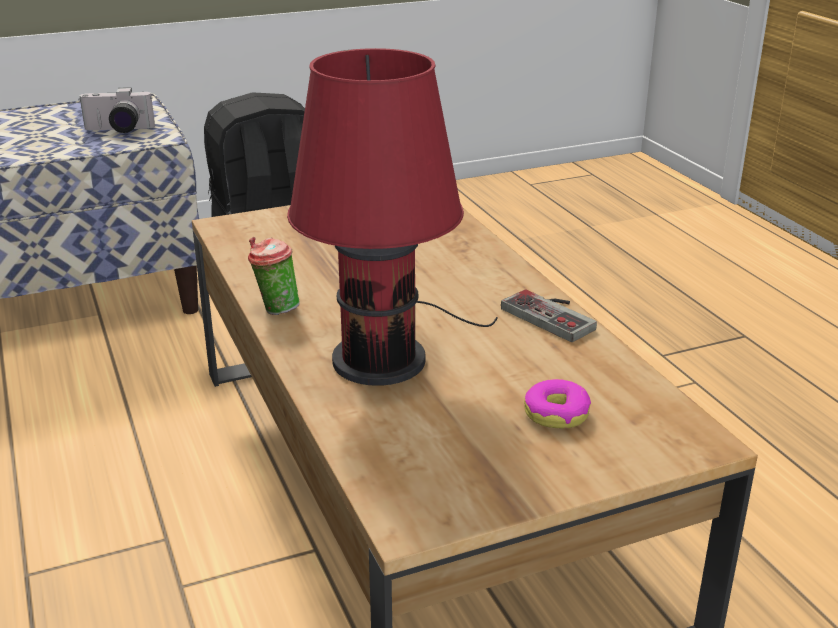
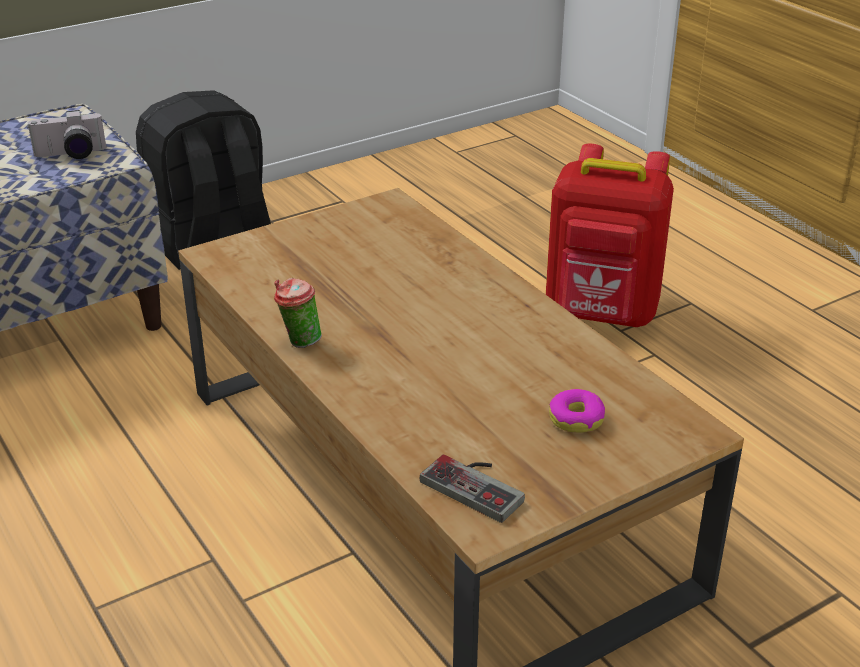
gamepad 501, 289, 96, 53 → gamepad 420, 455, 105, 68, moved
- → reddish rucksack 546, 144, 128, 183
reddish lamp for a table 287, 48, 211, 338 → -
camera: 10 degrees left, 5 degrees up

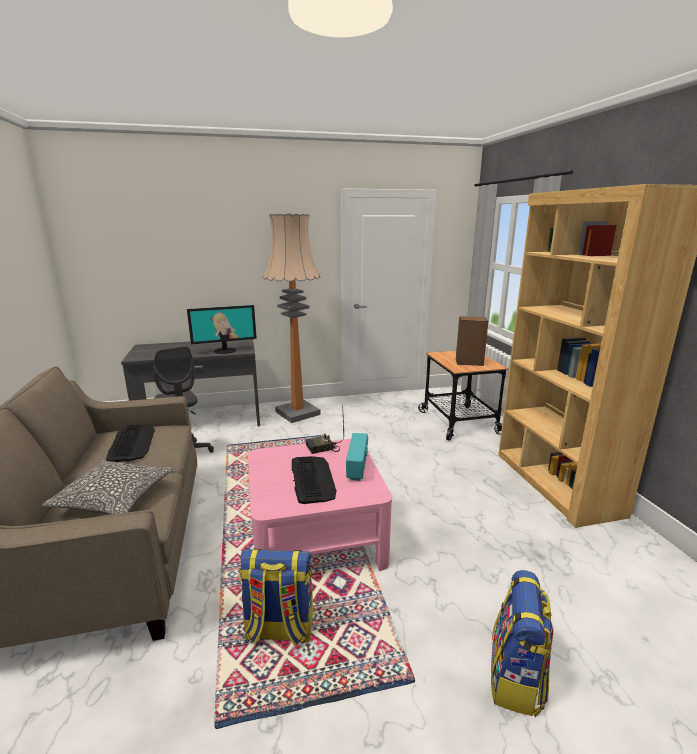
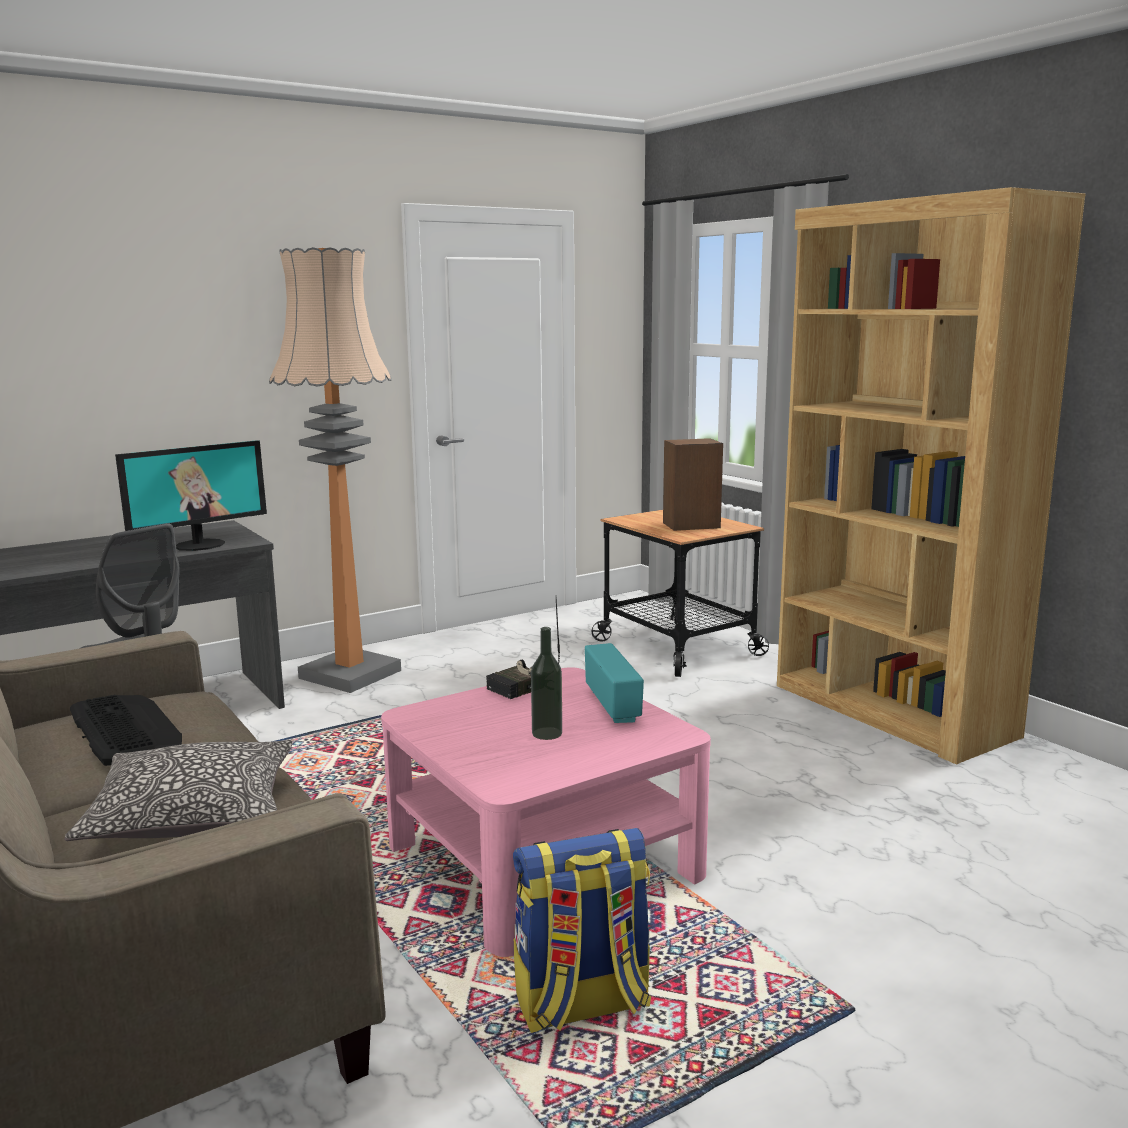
keyboard 292, 456, 45, 48 → beverage bottle 531, 627, 31, 113
rucksack 491, 570, 62, 147 → -
camera: 20 degrees left, 5 degrees down

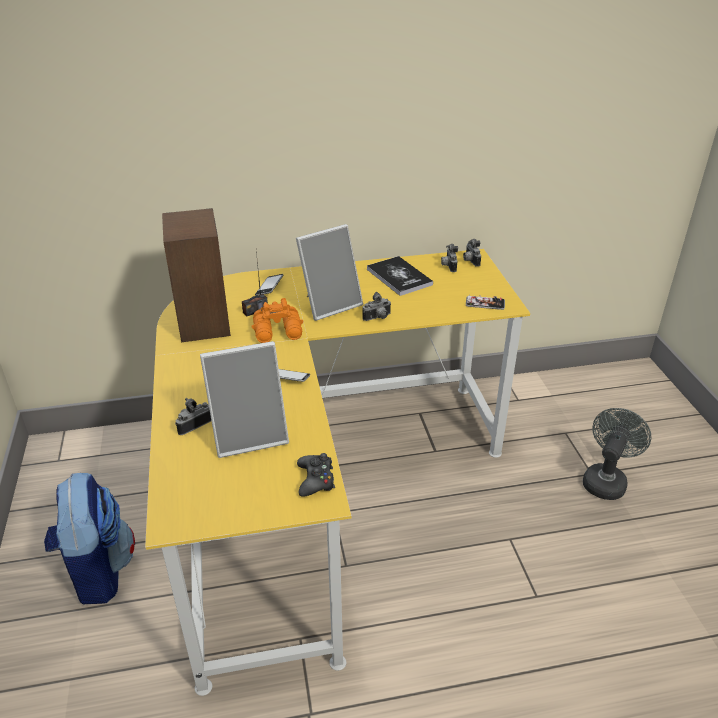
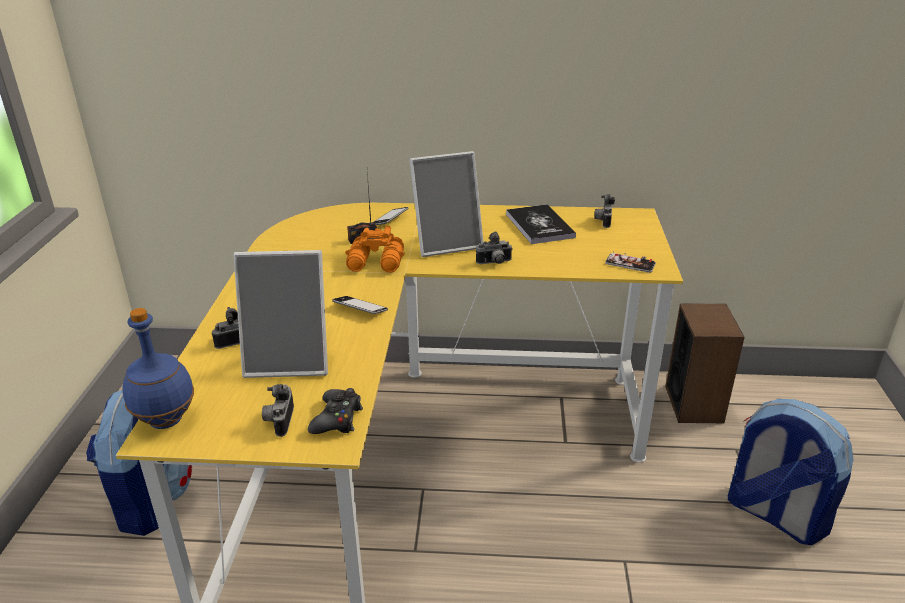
- → blue beverage bottle 122, 308, 72, 121
photo camera 463, 239, 18, 28 → photo camera 262, 384, 32, 53, moved
audio speaker 162, 208, 69, 134 → audio speaker 665, 303, 80, 120, moved
gray cooling fan 583, 408, 68, 92 → rucksack 727, 399, 127, 146
camera: 15 degrees right, 5 degrees down

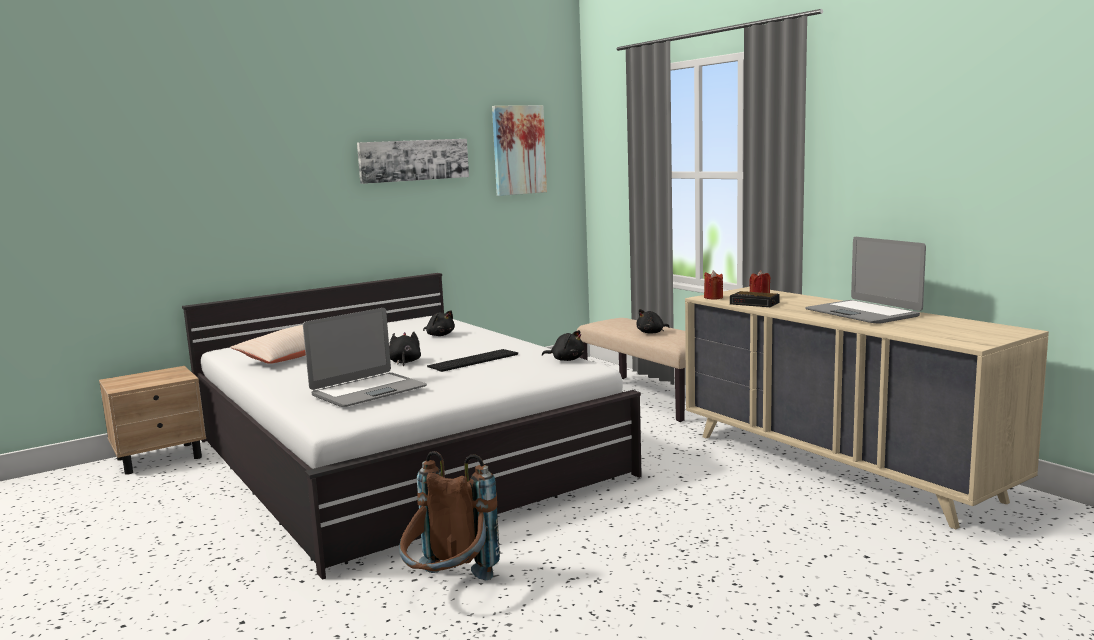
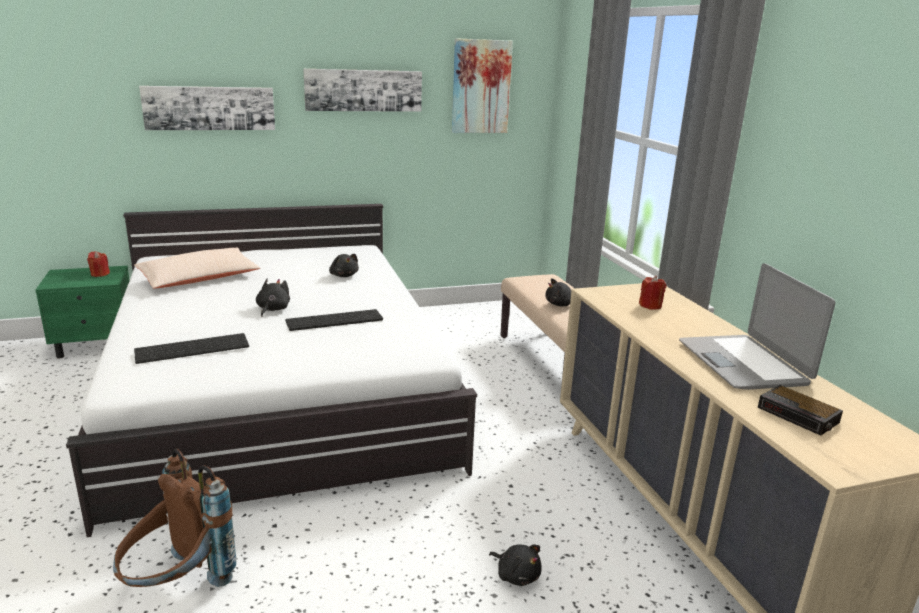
sand-coloured night table 99, 366, 107, 109 → green night table 35, 266, 95, 92
reddish wax light 704, 271, 19, 28 → reddish wax light 87, 251, 23, 26, moved
laptop 303, 308, 124, 99 → keyboard 134, 333, 115, 31
- → picture 139, 86, 136, 44
black-coloured plush toy 542, 330, 42, 31 → black-coloured plush toy 489, 544, 53, 42, moved
alarm clock 730, 291, 50, 16 → alarm clock 758, 385, 85, 50, moved
camera: 15 degrees right, 10 degrees up

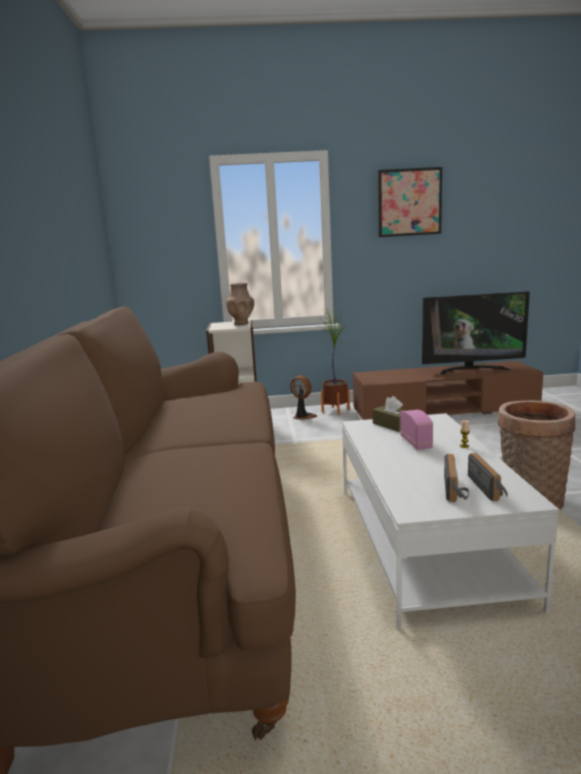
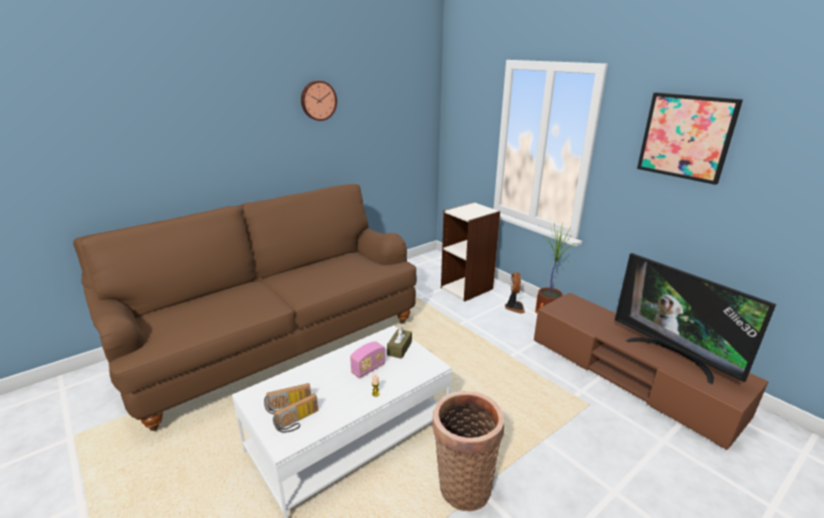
- → clock on the wall 301, 81, 36, 40
brownish decorative vase 226, 283, 28, 42 → -
camera: 55 degrees right, 10 degrees up

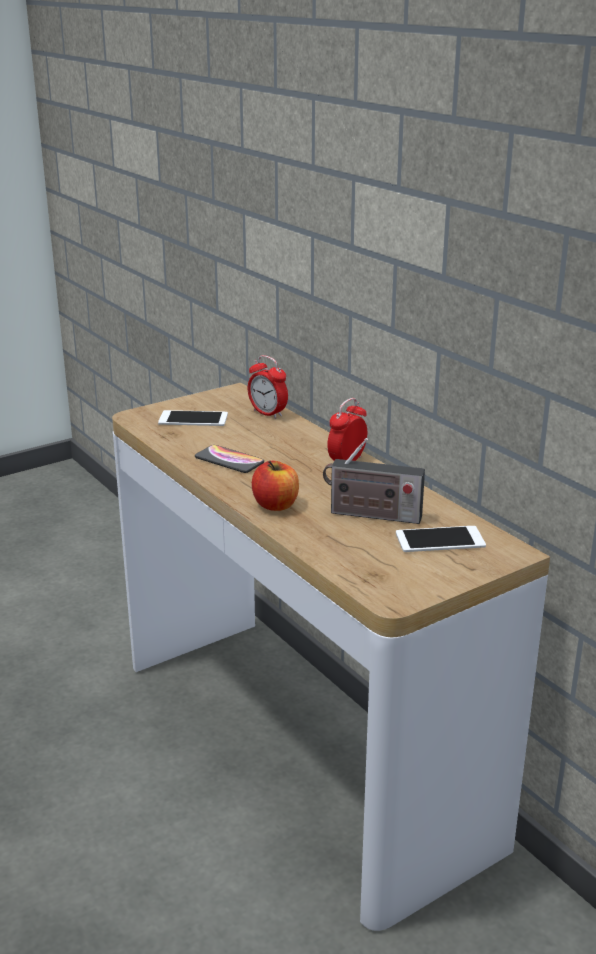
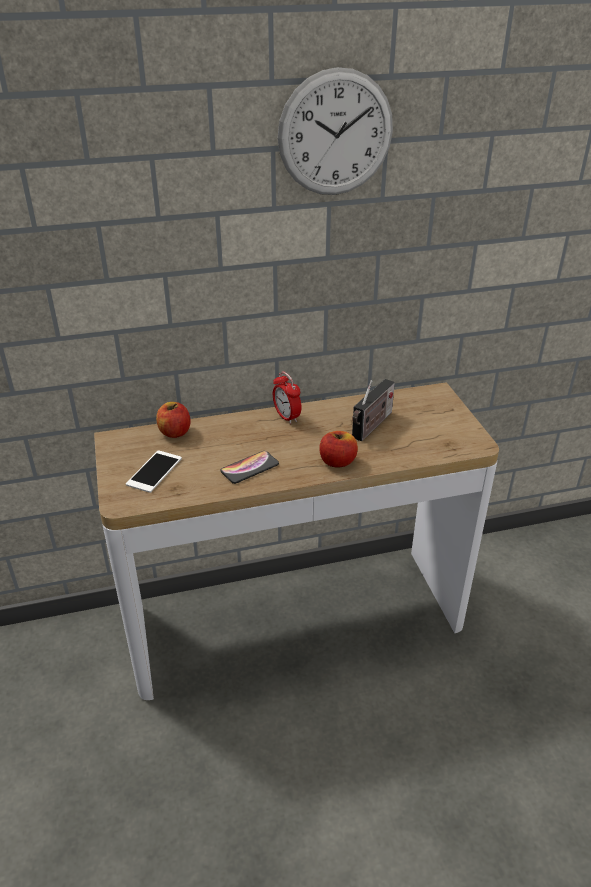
alarm clock 248, 355, 40, 64 → apple fruit 156, 402, 34, 36
- → clock on the wall 277, 67, 116, 128
handset 396, 526, 90, 26 → -
camera: 70 degrees left, 10 degrees up

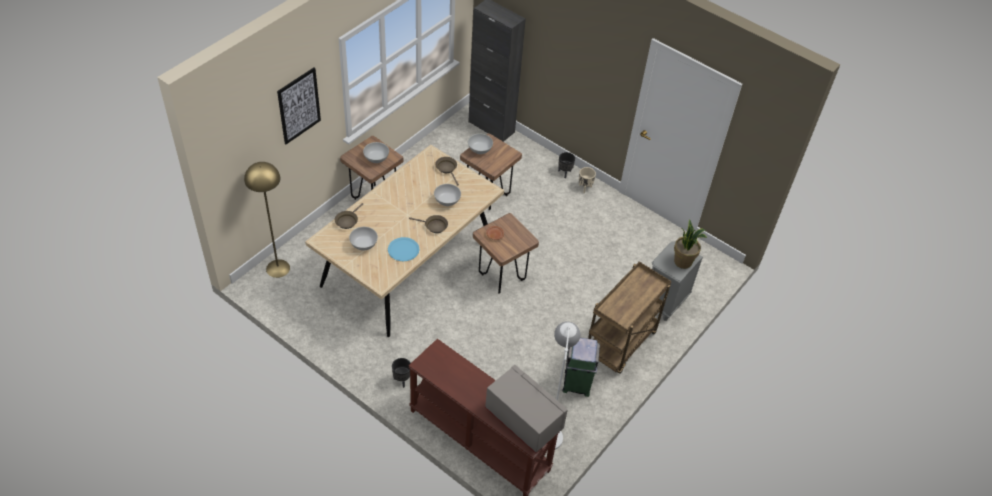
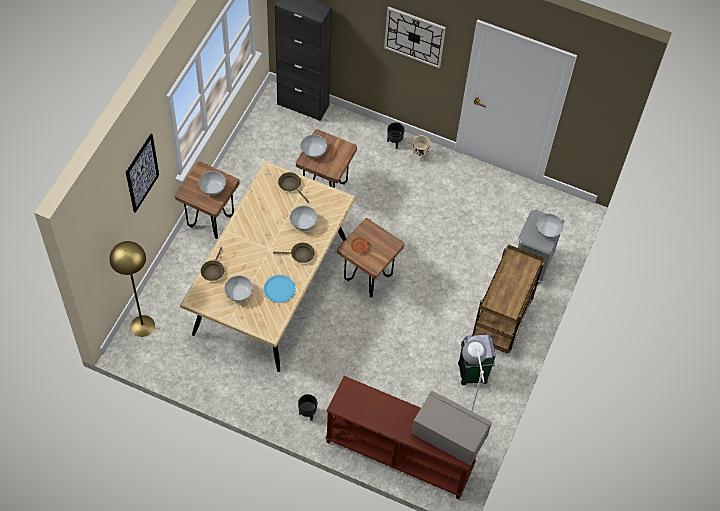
- → clock on the wall 384, 6, 62, 62
potted plant 674, 219, 33, 50 → white serving bowl 536, 214, 28, 24
camera: 15 degrees left, 10 degrees up

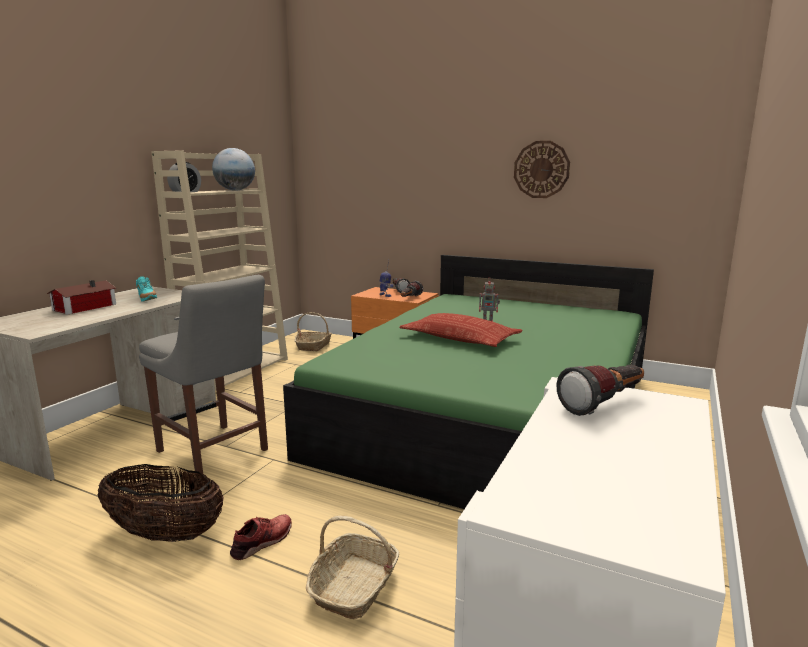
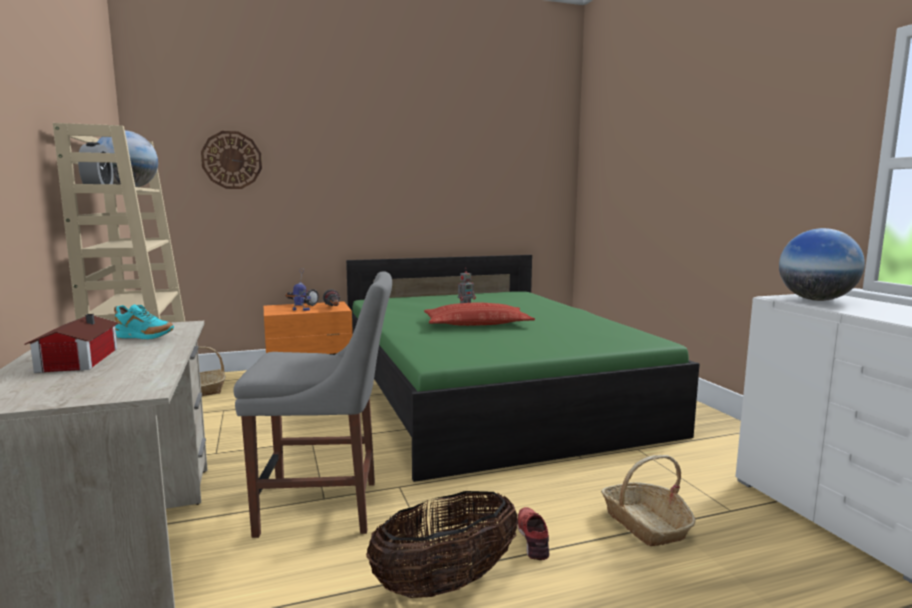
clock on the wall 514, 141, 56, 57 → clock on the wall 201, 131, 61, 58, moved
flashlight 556, 365, 88, 51 → desk globe 779, 228, 86, 73
camera: 45 degrees left, 5 degrees down

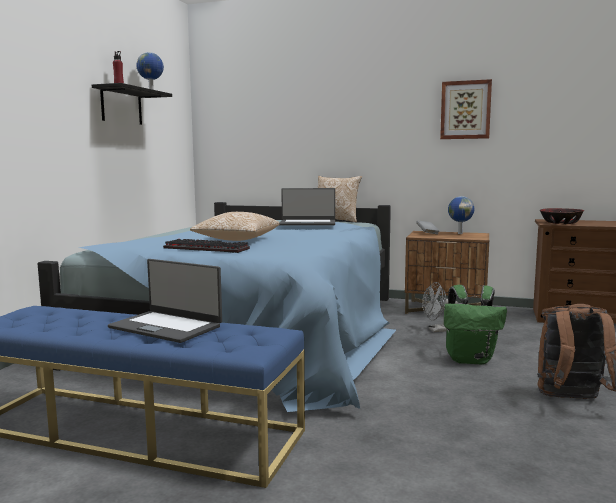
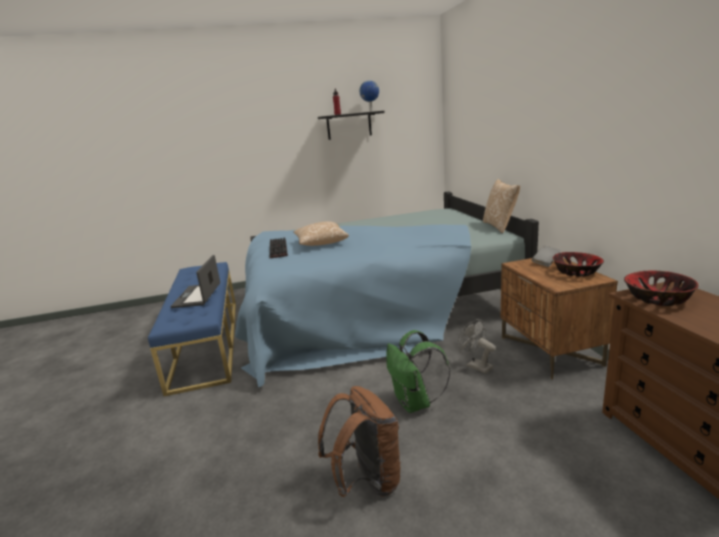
desk globe 448, 196, 26, 38 → serving bowl 553, 252, 51, 25
laptop 279, 188, 56, 38 → -
picture 440, 79, 52, 60 → -
camera: 60 degrees right, 10 degrees up

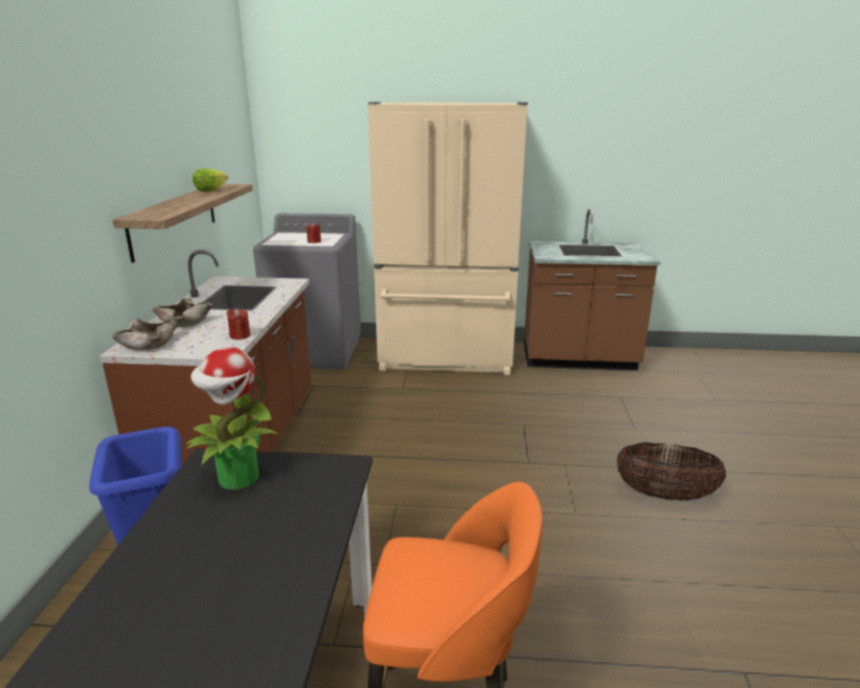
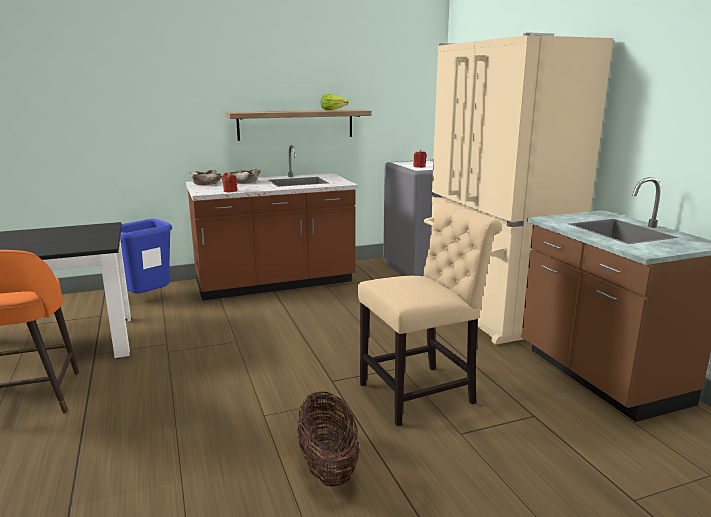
- → sand-coloured chair 358, 203, 144, 223
potted plant 184, 347, 94, 143 → -
camera: 65 degrees right, 5 degrees down

